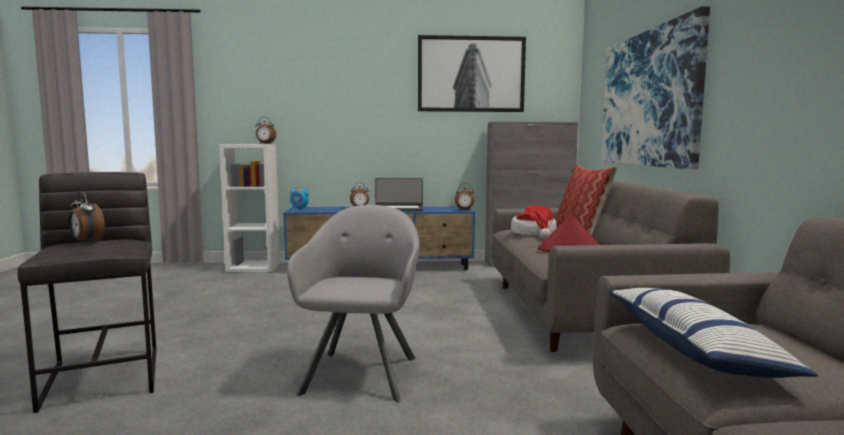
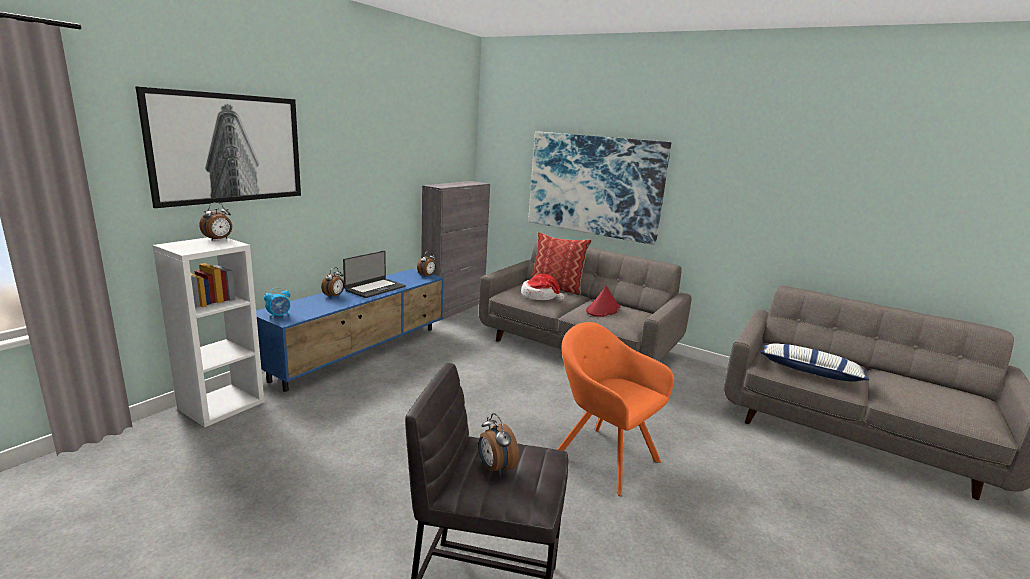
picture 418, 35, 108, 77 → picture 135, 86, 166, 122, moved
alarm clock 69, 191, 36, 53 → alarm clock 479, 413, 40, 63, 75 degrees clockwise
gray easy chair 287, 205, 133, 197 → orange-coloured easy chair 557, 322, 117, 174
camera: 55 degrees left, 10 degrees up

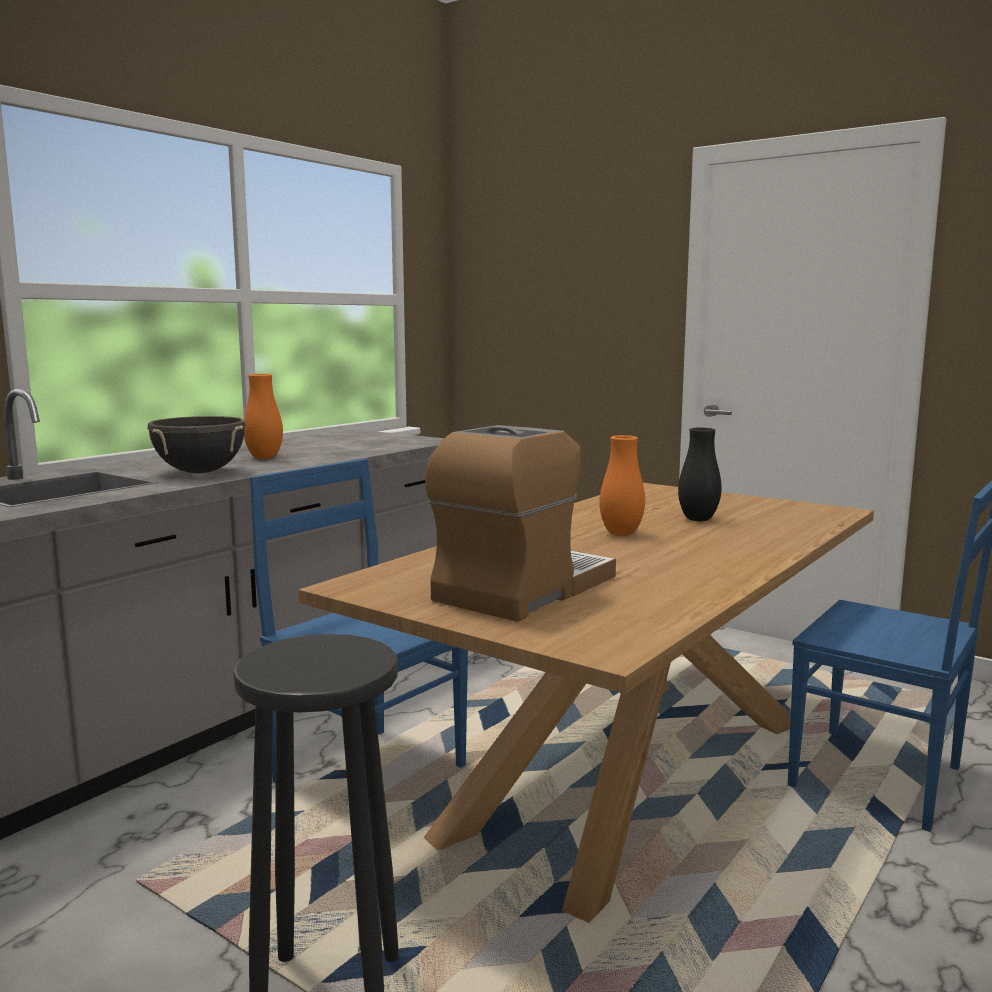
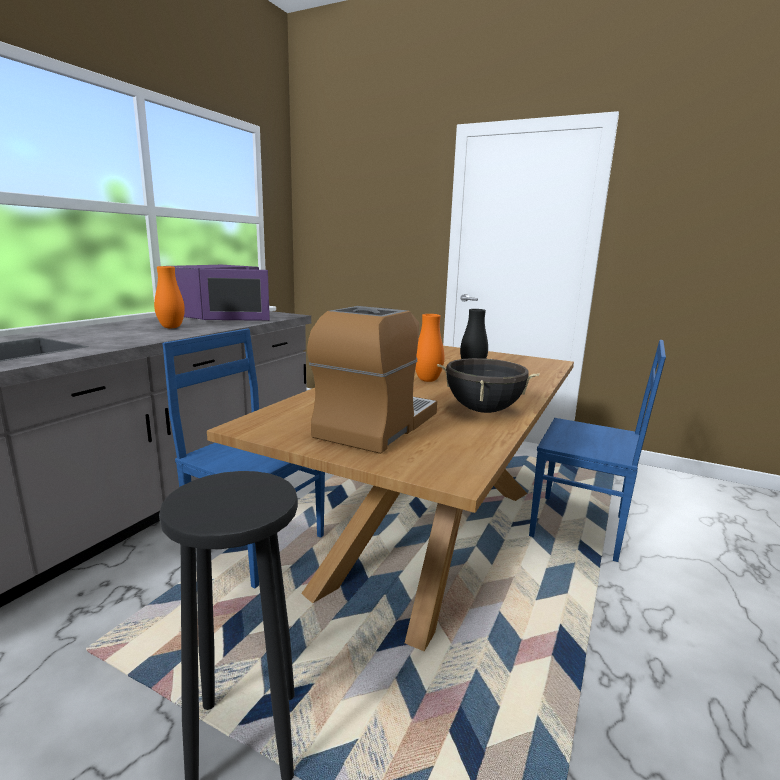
- → purple kitchen microwave 173, 265, 97, 56
black-coloured stockpot 148, 416, 98, 58 → black-coloured stockpot 437, 358, 102, 55, moved
camera: 10 degrees left, 5 degrees up

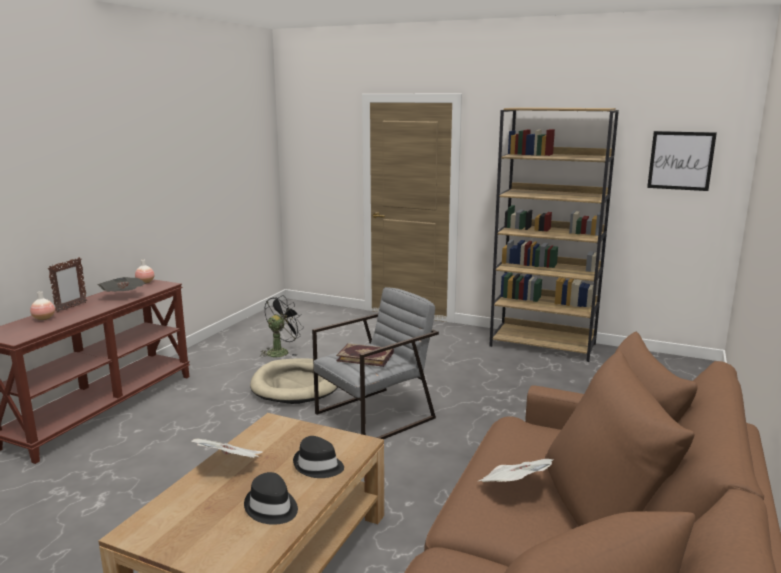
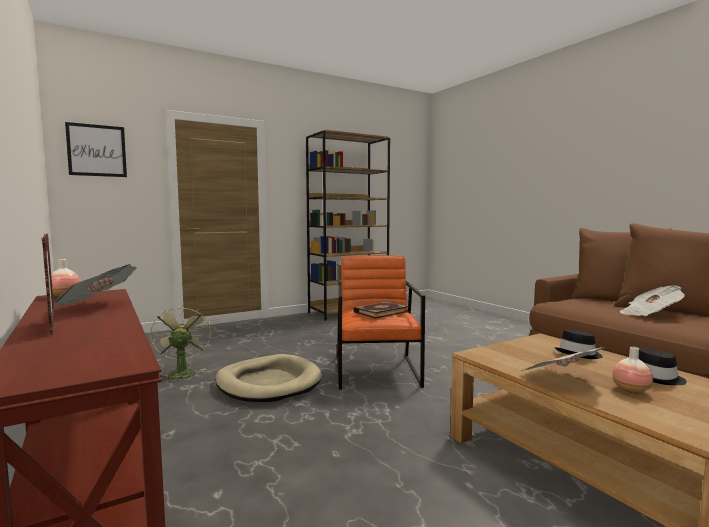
picture 647, 131, 70, 60 → picture 65, 122, 62, 55, moved
black-coloured cooling fan 260, 295, 43, 62 → green cooling fan 150, 305, 61, 78
gray easy chair 312, 287, 127, 152 → orange-coloured easy chair 337, 255, 88, 135
decorative vase 30, 291, 25, 29 → decorative vase 612, 347, 41, 47, moved
camera: 55 degrees left, 10 degrees down

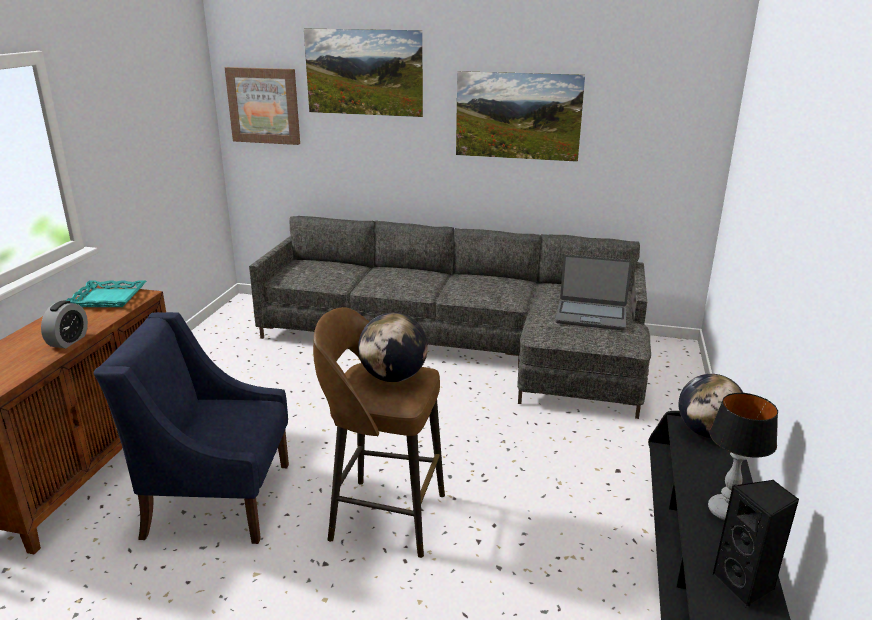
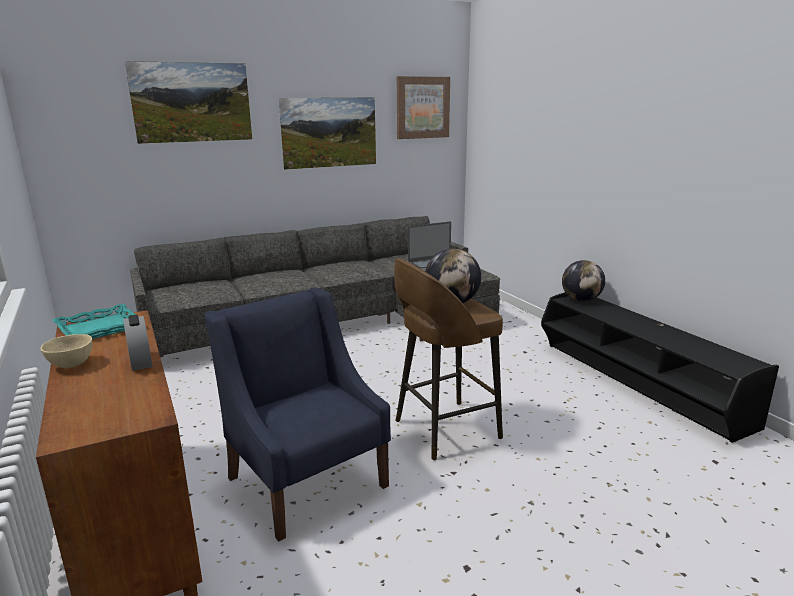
- → sand-coloured serving bowl 41, 334, 51, 34
blue easy chair 94, 312, 195, 232 → blue easy chair 204, 287, 187, 255, 90 degrees clockwise
picture 225, 67, 75, 78 → picture 397, 76, 53, 63, moved
lamp for a table 708, 393, 70, 128 → -
black-coloured audio speaker 713, 480, 86, 128 → -
camera: 40 degrees left, 5 degrees down

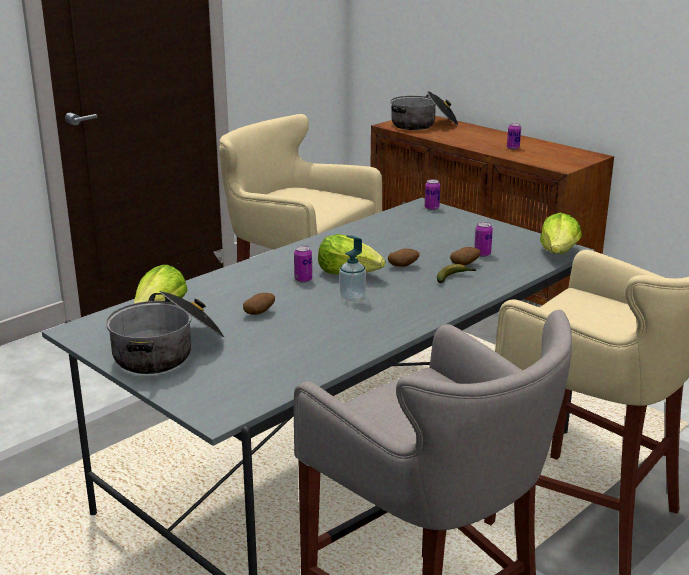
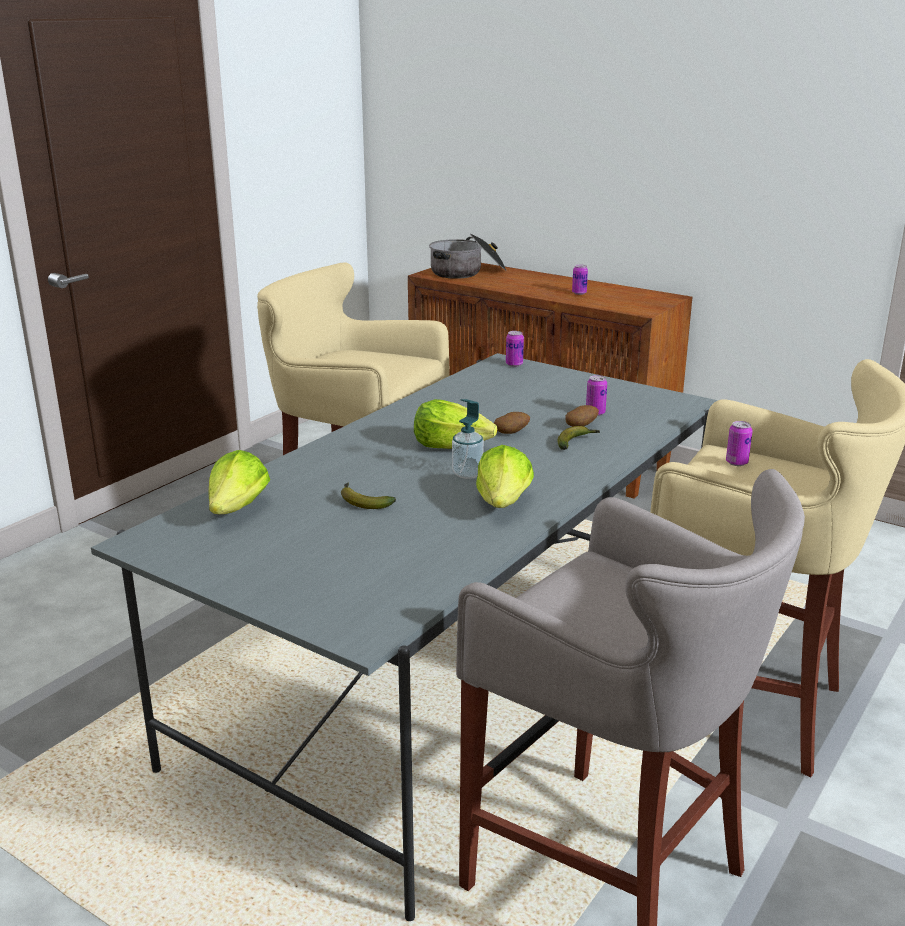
potato 243, 293, 32, 22 → banana 341, 483, 55, 26
head of lettuce 540, 213, 42, 41 → head of lettuce 476, 445, 58, 63, moved
sealed can 294, 246, 18, 36 → sealed can 726, 421, 26, 45, moved
stockpot 106, 291, 118, 83 → -
camera: 10 degrees left, 0 degrees up

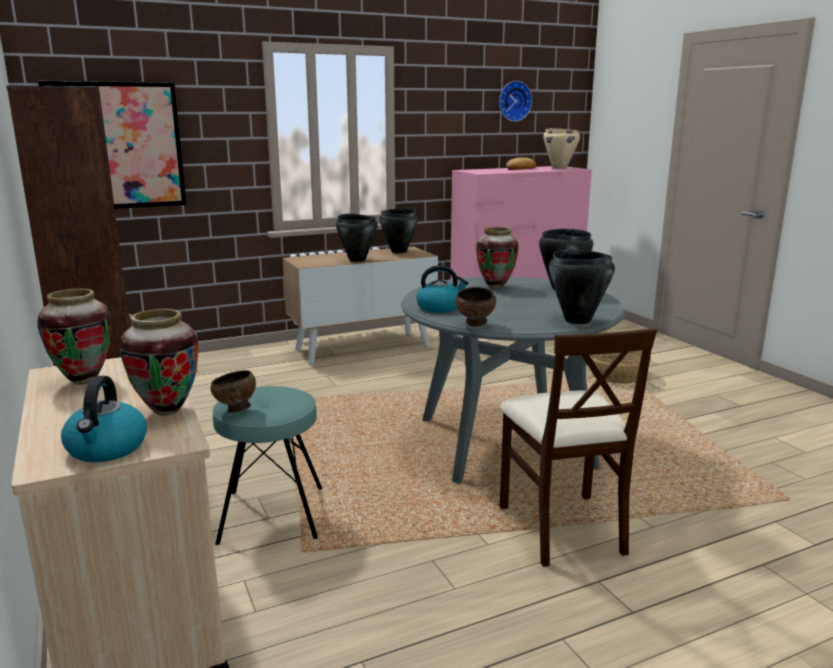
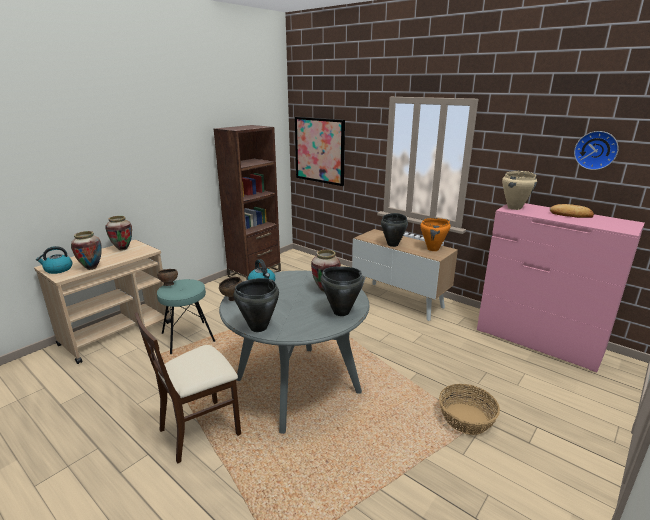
black-coloured stockpot 380, 208, 38, 45 → orange-coloured stockpot 420, 218, 31, 33
sand-coloured stockpot 543, 128, 37, 41 → sand-coloured stockpot 502, 171, 35, 39, moved
camera: 65 degrees right, 5 degrees up

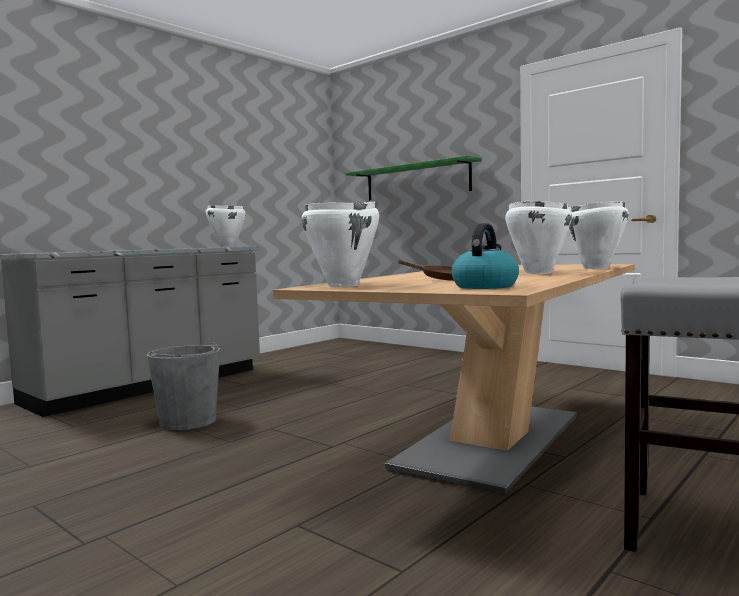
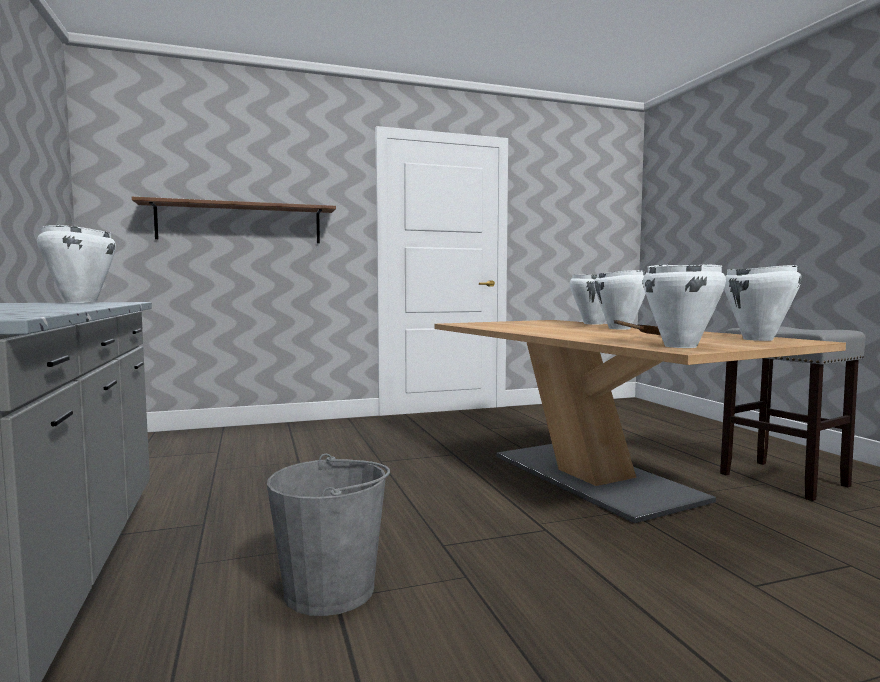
green shelf 345, 156, 137, 44 → brownish shelf 132, 197, 204, 46
water kettle 451, 223, 68, 66 → white stockpot 724, 265, 78, 76
camera: 60 degrees left, 0 degrees up

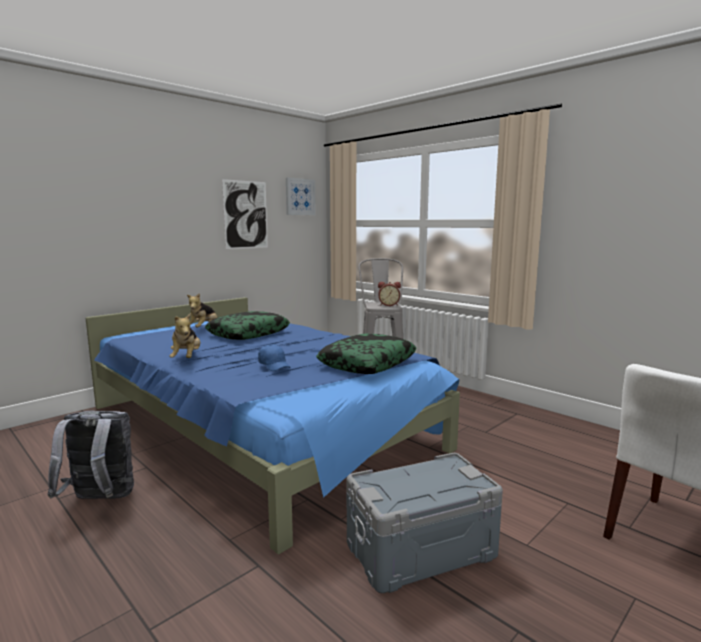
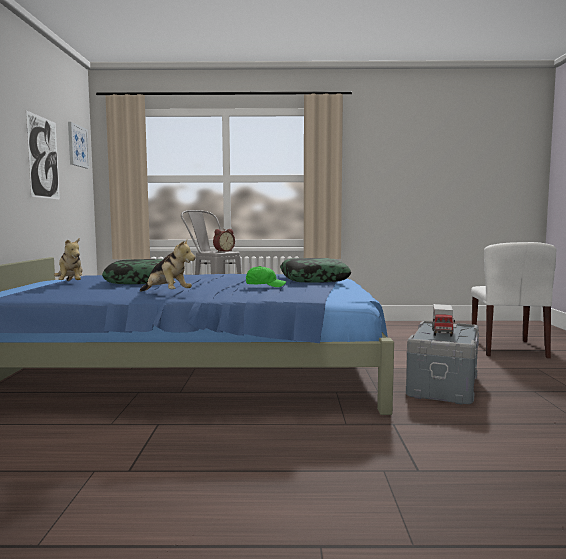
blue baseball cap 258, 344, 33, 27 → green baseball cap 246, 266, 40, 21
- → toy truck 432, 304, 23, 33
gray rucksack 47, 411, 87, 88 → -
camera: 45 degrees left, 5 degrees down

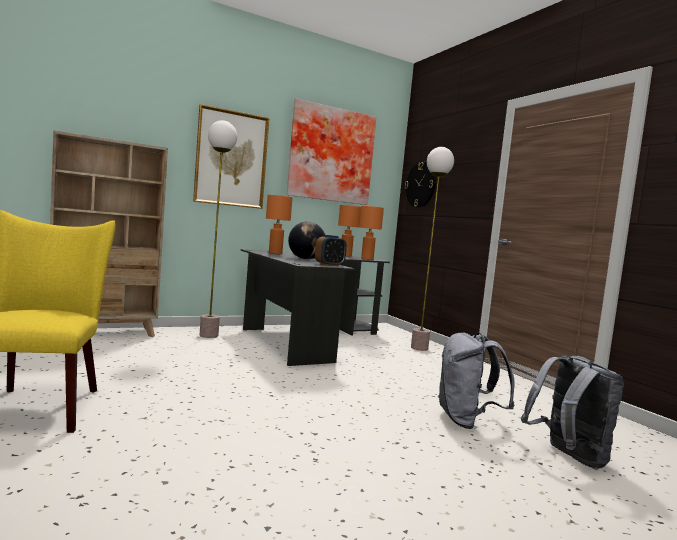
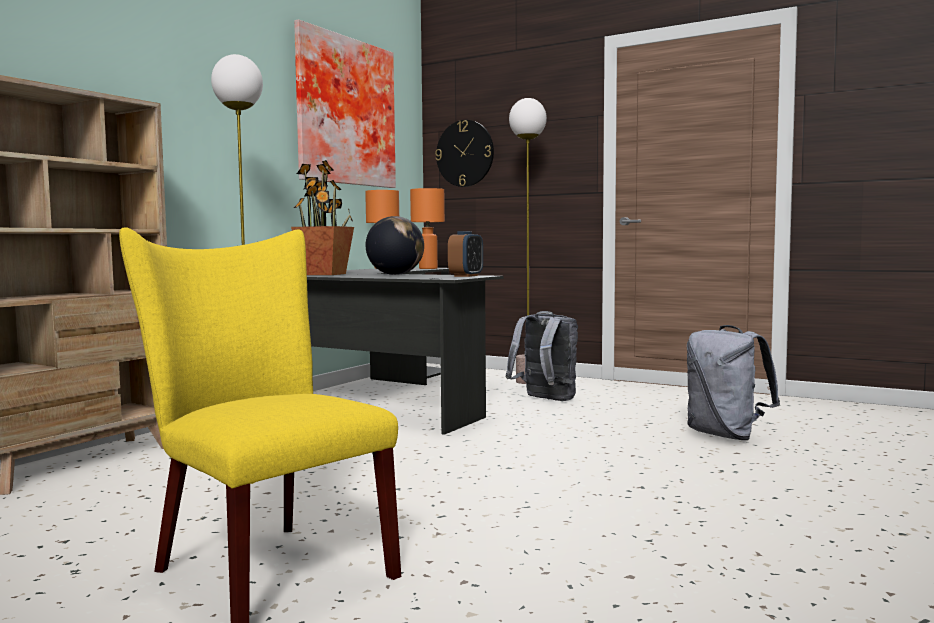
orange-coloured lamp for a table 266, 195, 27, 59 → potted plant 291, 160, 63, 115
gray rucksack 521, 355, 103, 114 → gray rucksack 506, 311, 72, 90, moved
picture 193, 104, 76, 105 → -
camera: 30 degrees left, 0 degrees up

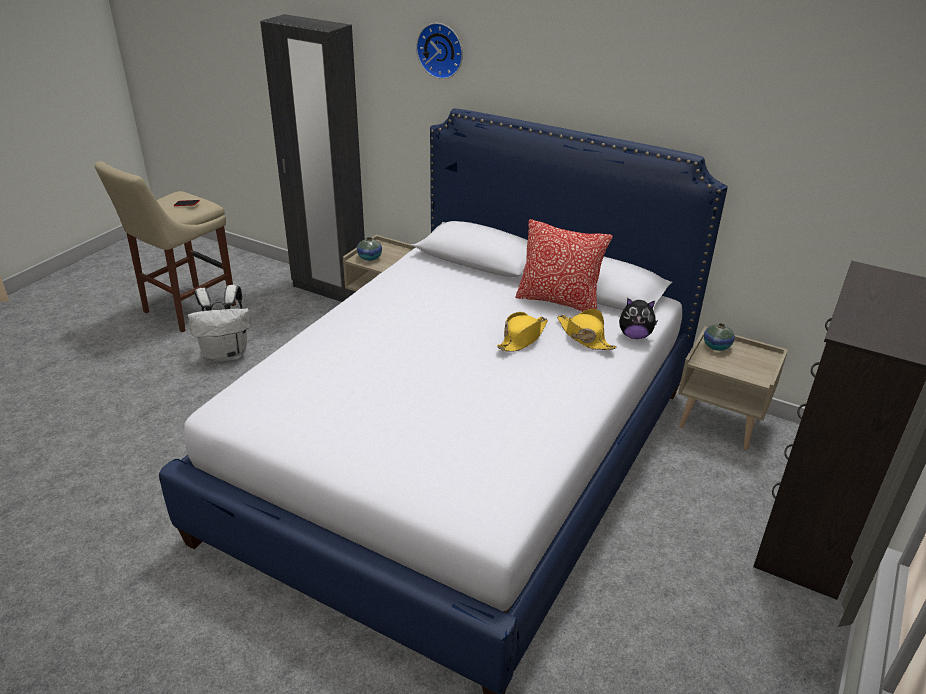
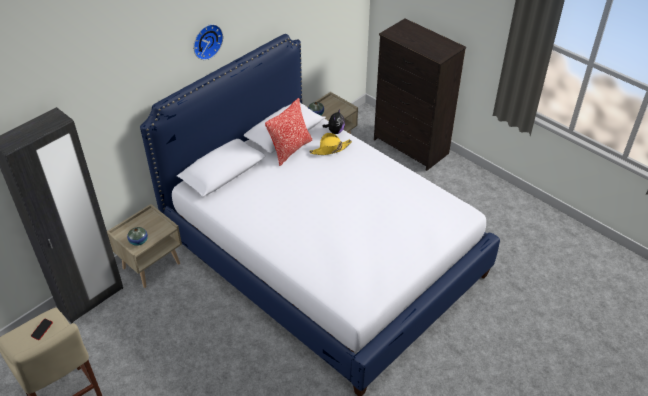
clock on the wall 416, 23, 47, 56 → clock on the wall 194, 24, 29, 36, moved
white rucksack 188, 285, 62, 77 → -
yellow-coloured wearable hat 497, 312, 51, 40 → -
camera: 75 degrees left, 10 degrees up

